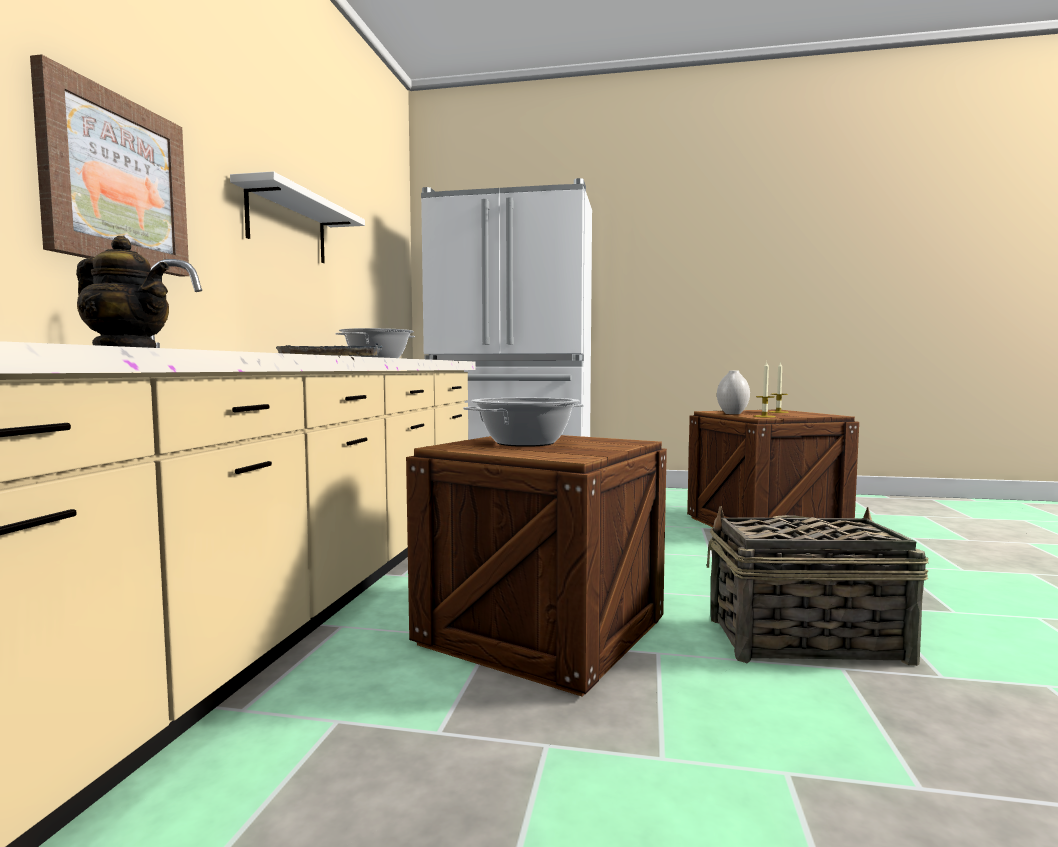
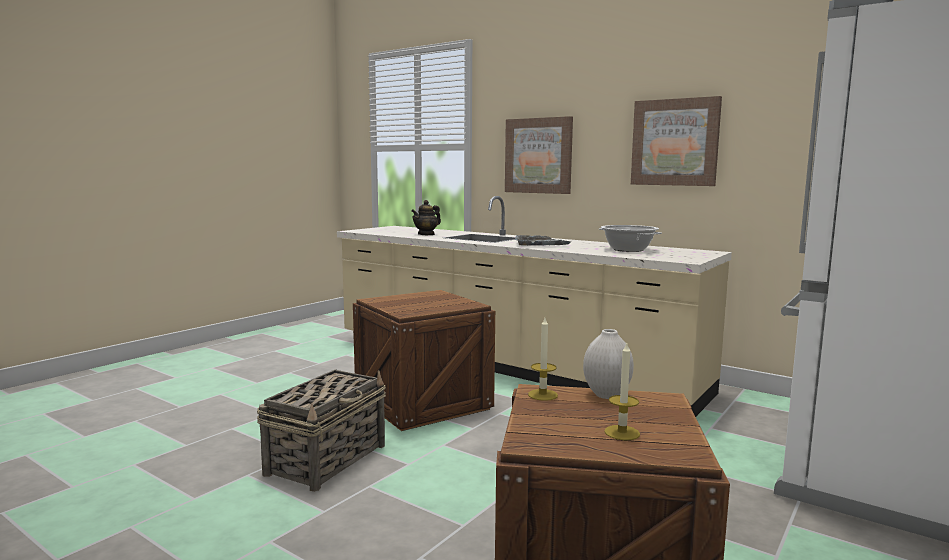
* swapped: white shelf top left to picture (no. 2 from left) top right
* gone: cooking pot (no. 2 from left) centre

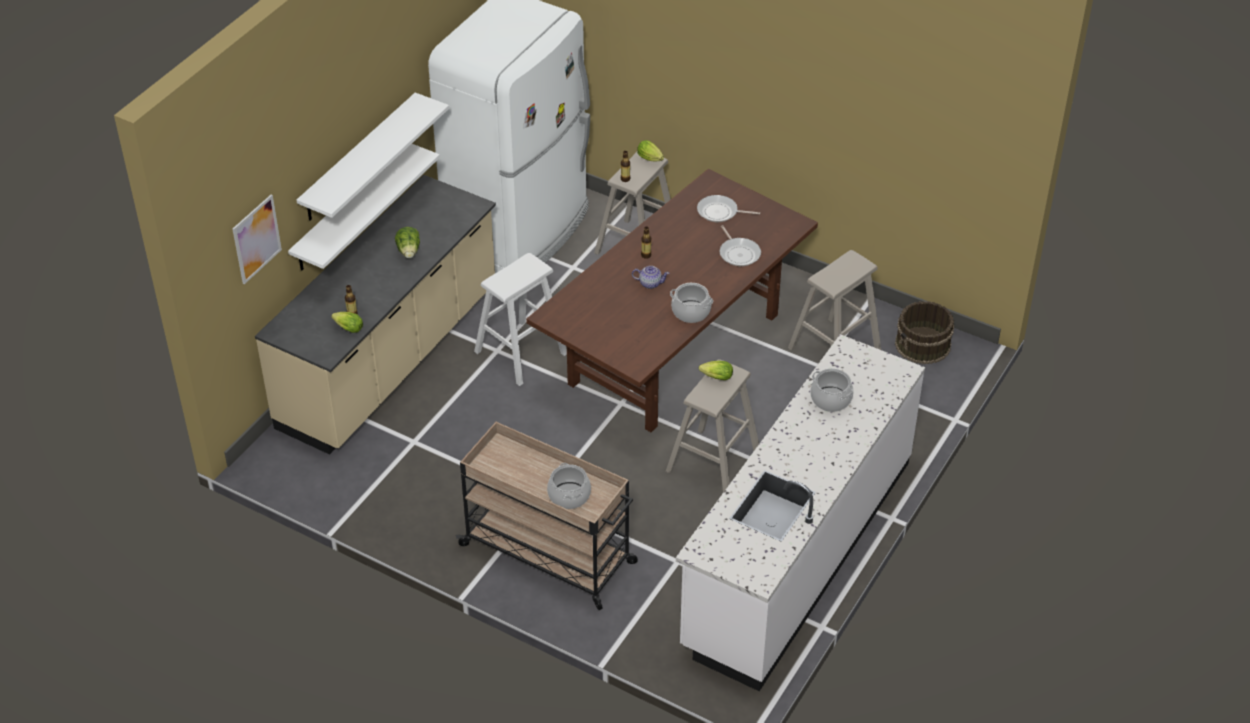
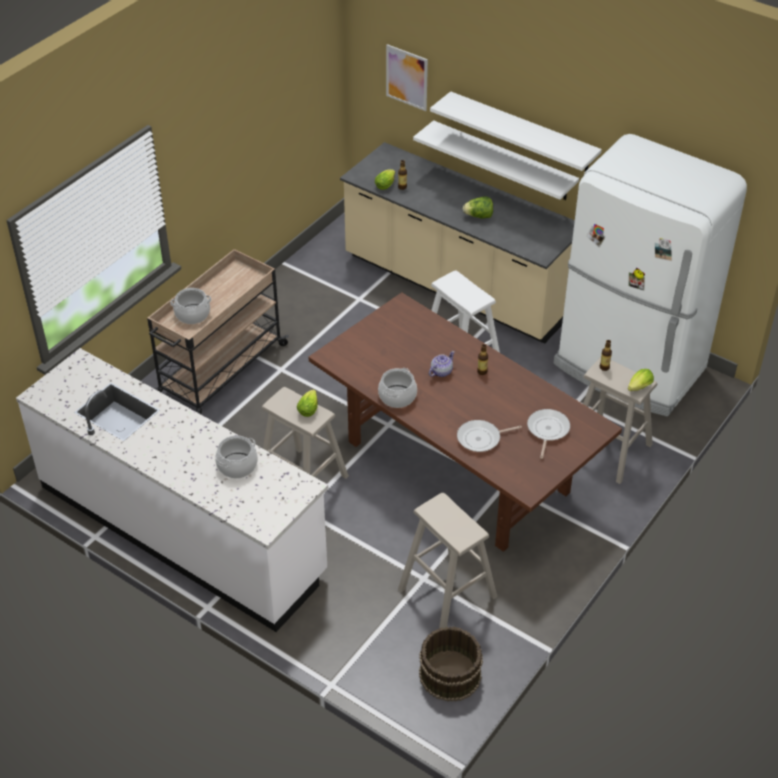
* rotated: teapot centre = centre 150 degrees counterclockwise

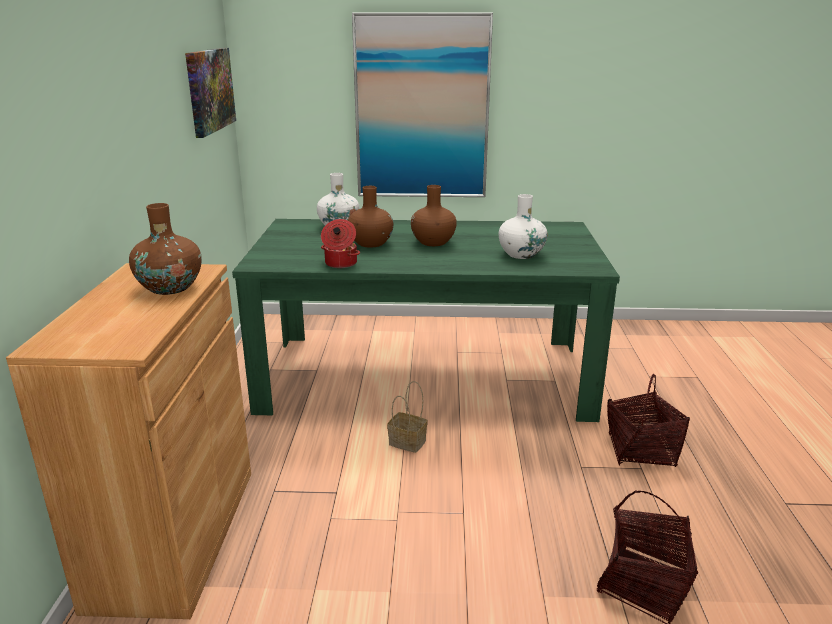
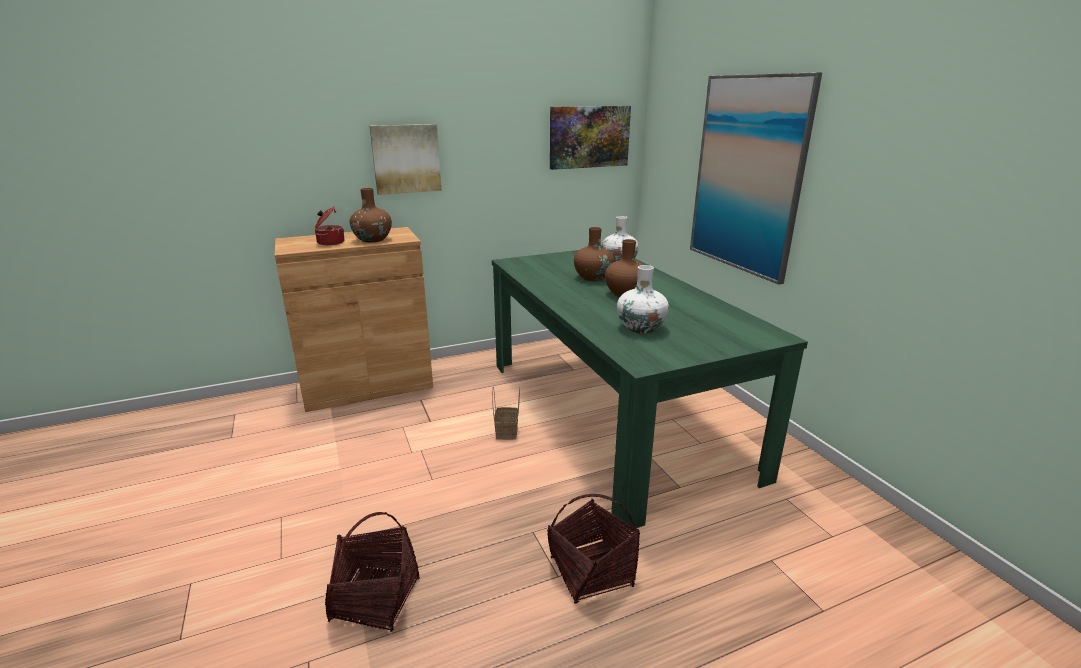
* shifted: cooking pot centre to middle left
* new: picture (no. 1 from left) top centre

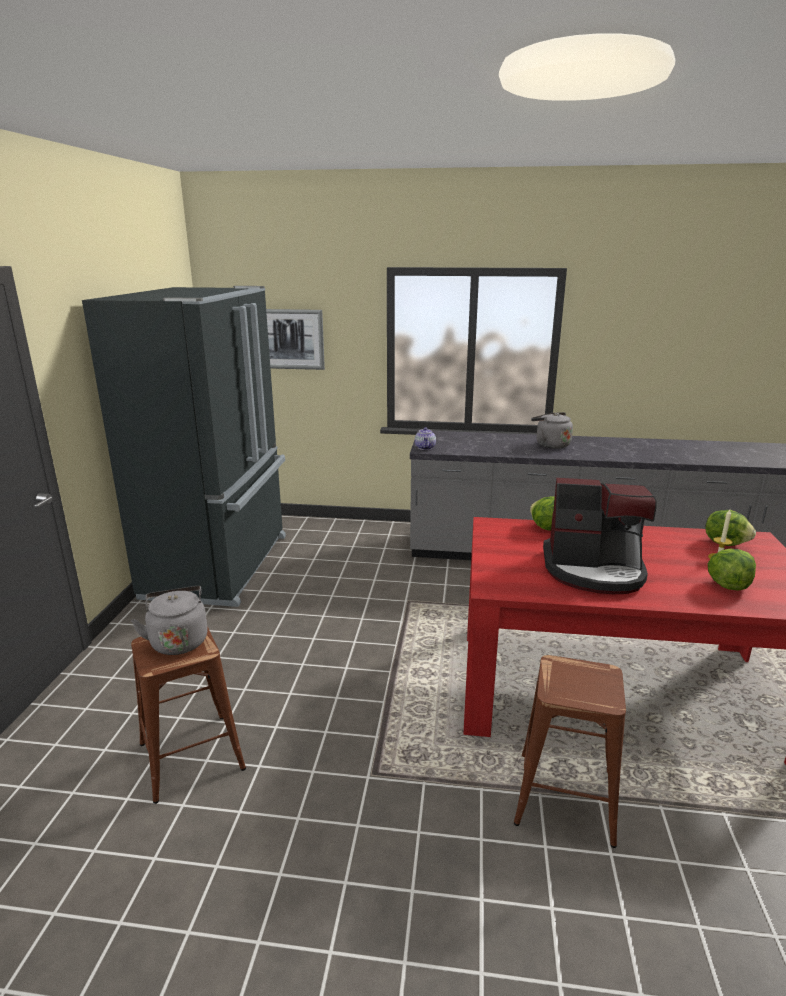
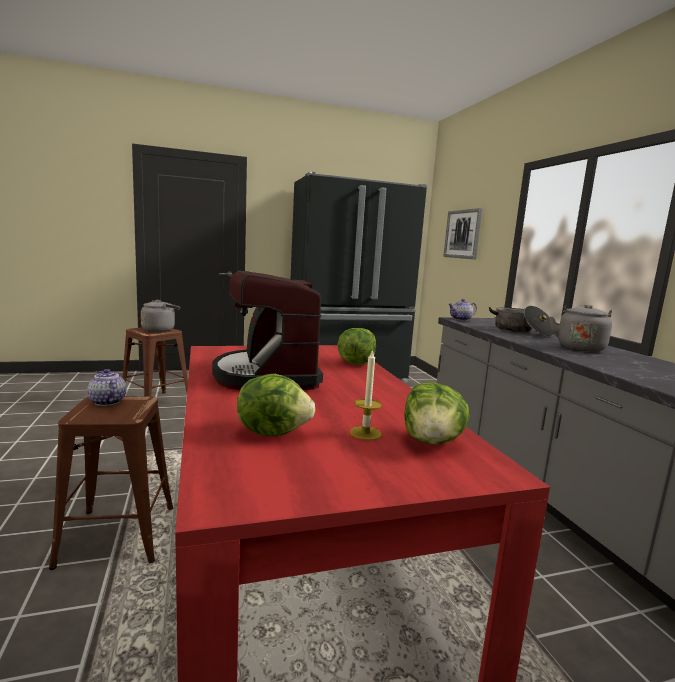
* new: teapot (no. 1 from left) middle left
* new: cooking pot middle right

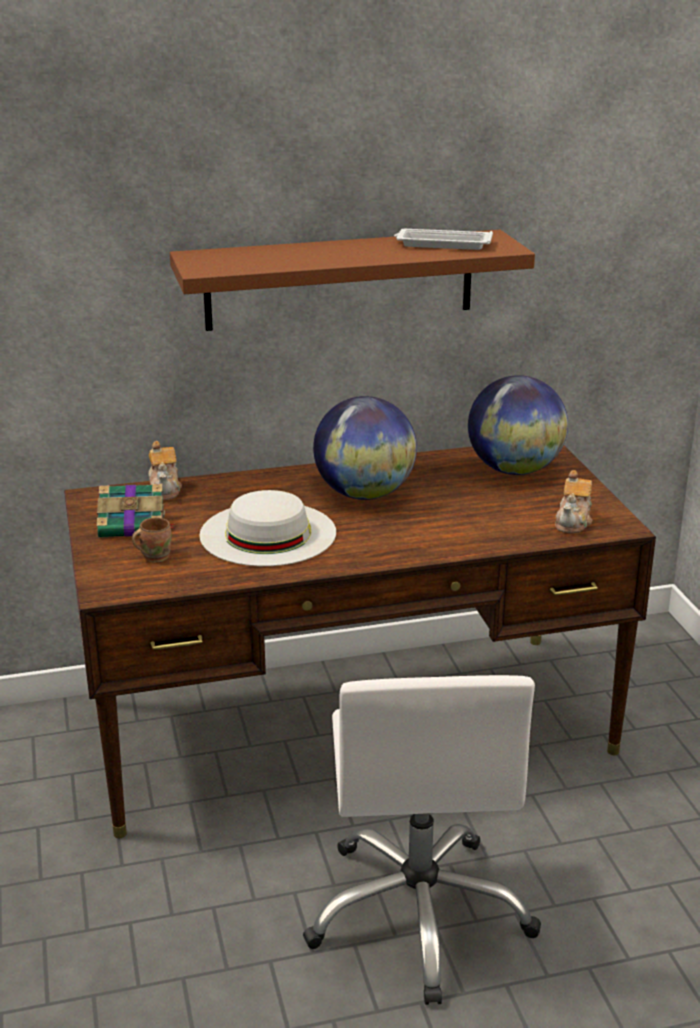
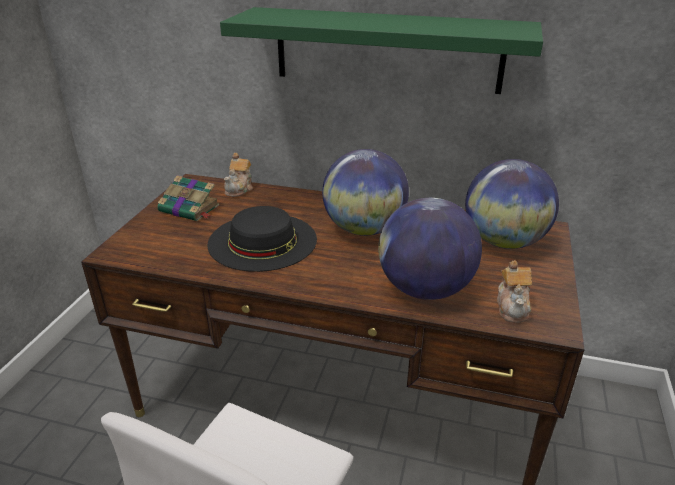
* repainted: white hat centre to black hat centre
* repainted: brown shelf top centre to green shelf top centre
* new: globe (no. 2 from left) centre
* rotated: teapot (no. 2 from left) middle right = middle right 45 degrees counterclockwise
* gone: brown mug middle left
* gone: white tray top centre

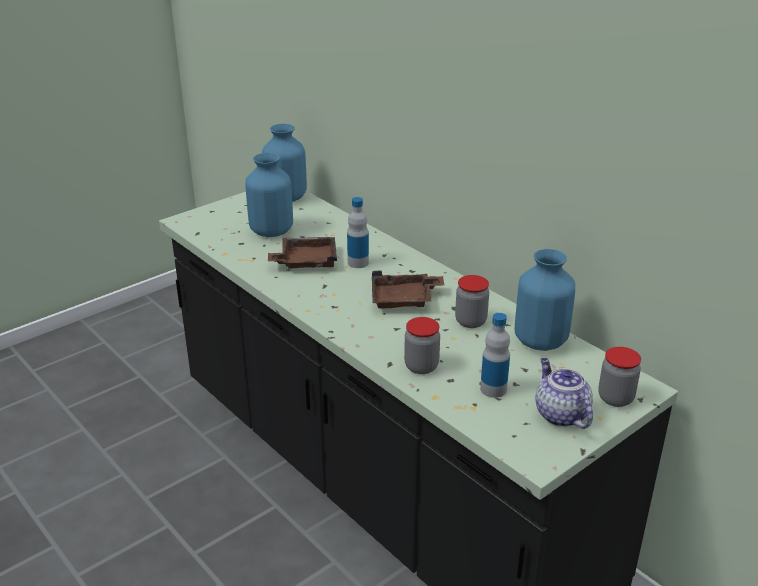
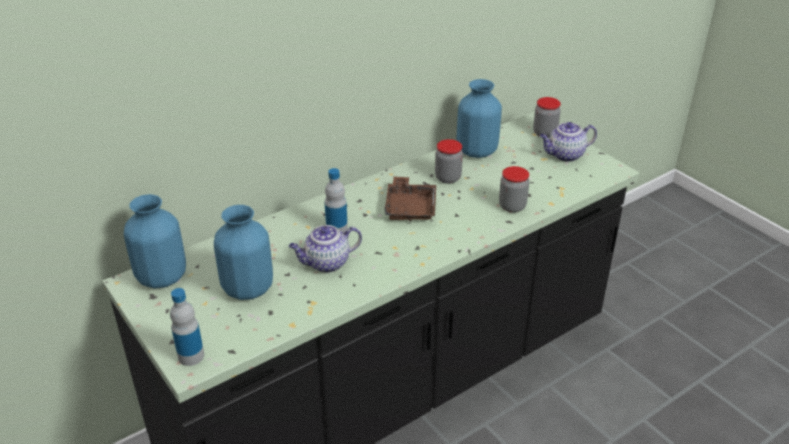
* shifted: bottle (no. 2 from left in the first image) centre to bottle (no. 1 from left) bottom left
* swapped: brown tray (no. 1 from left) centre to teapot (no. 1 from left) centre

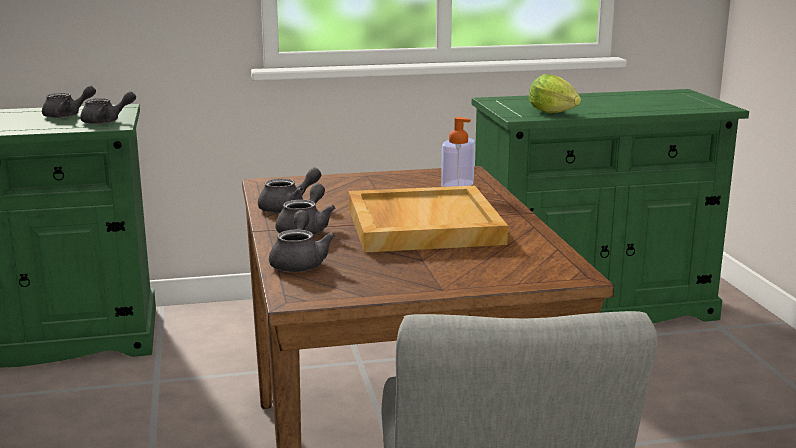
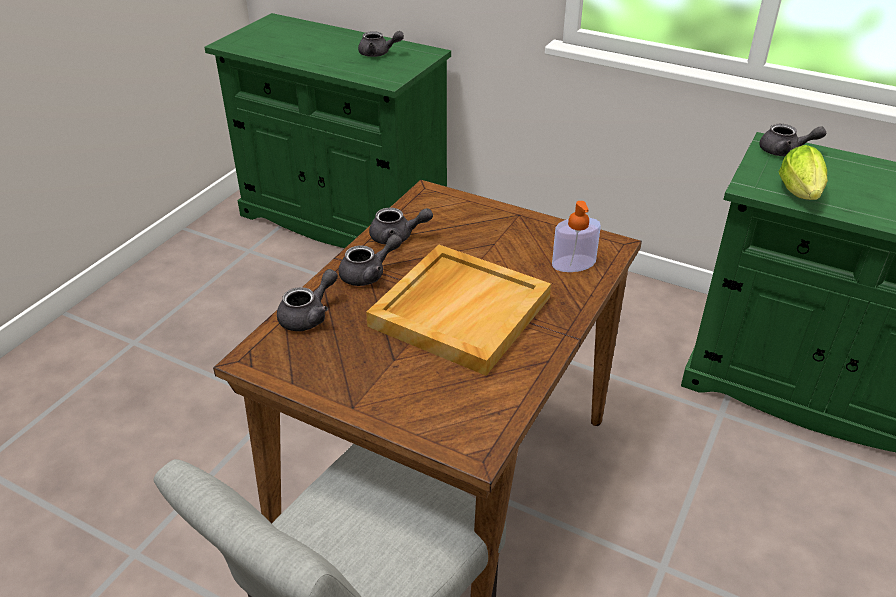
* shifted: grey teapot (no. 2 from left in the first image) top left to grey teapot (no. 5 from left) top right

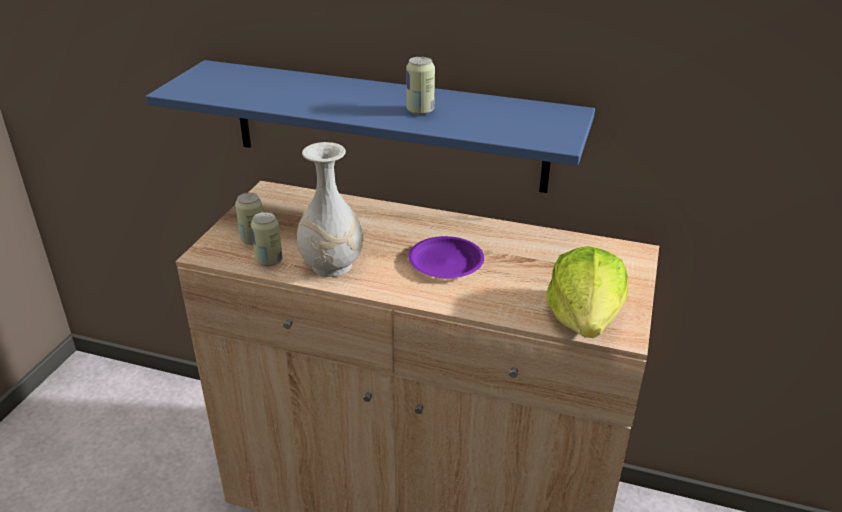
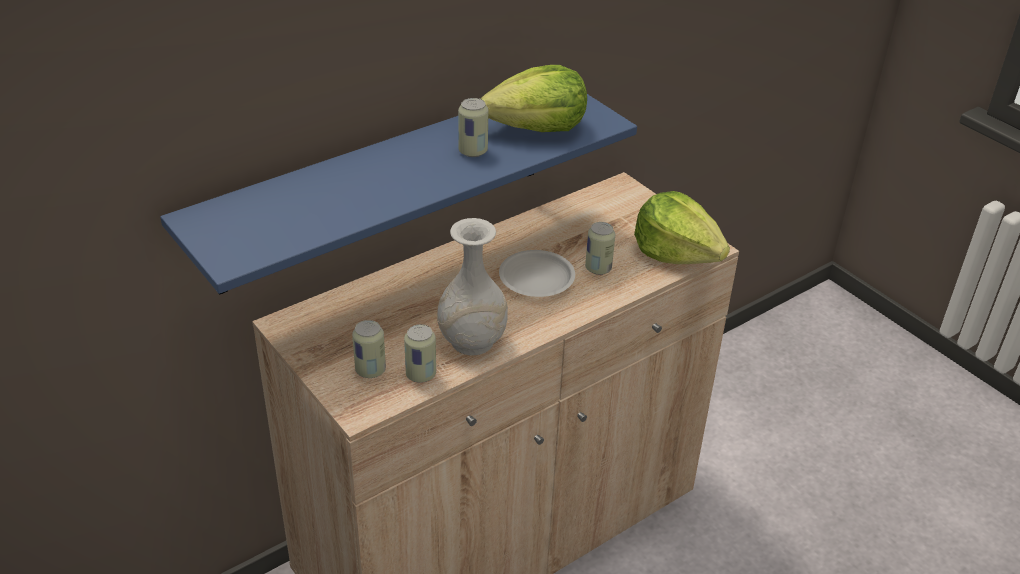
* new: lettuce (no. 1 from left) top centre
* repainted: purple plate centre to white plate centre
* new: can (no. 4 from left) centre

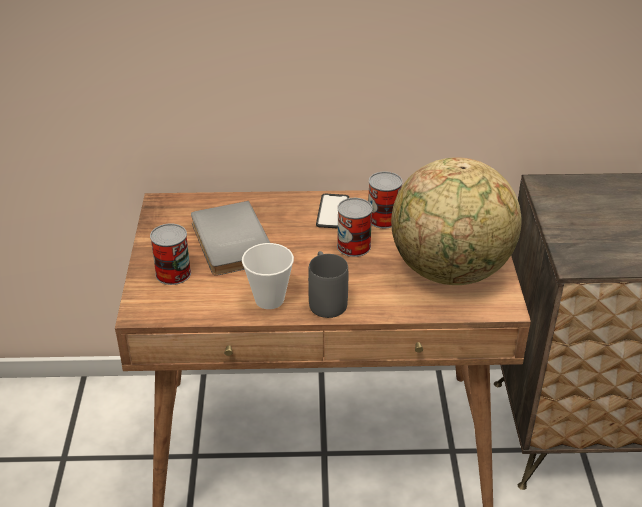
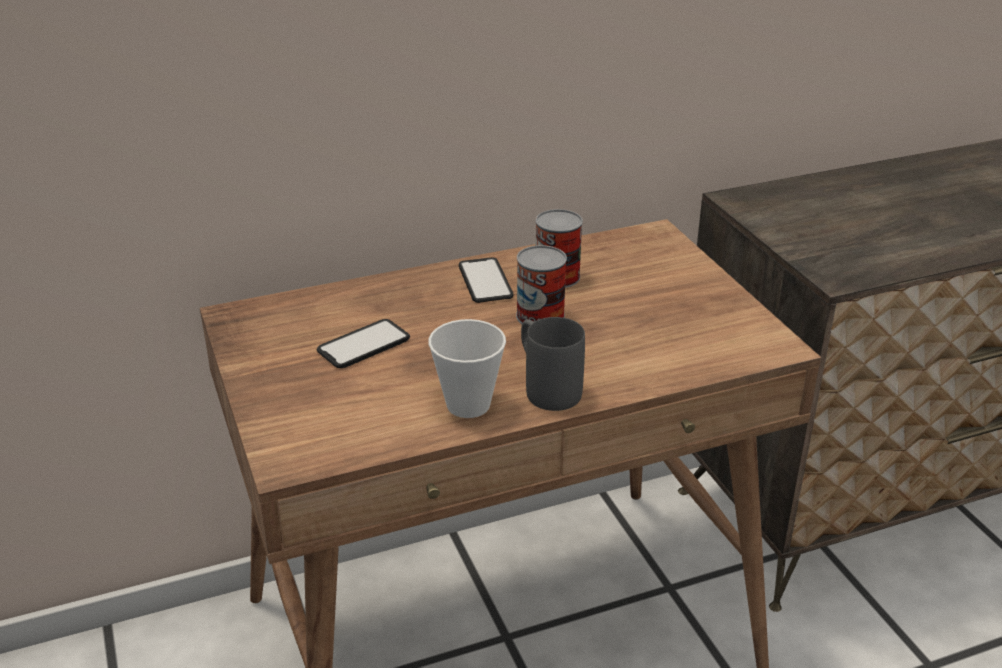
* swapped: grey book centre to phone (no. 1 from left) centre
* gone: can (no. 1 from left) middle left
* gone: globe middle right

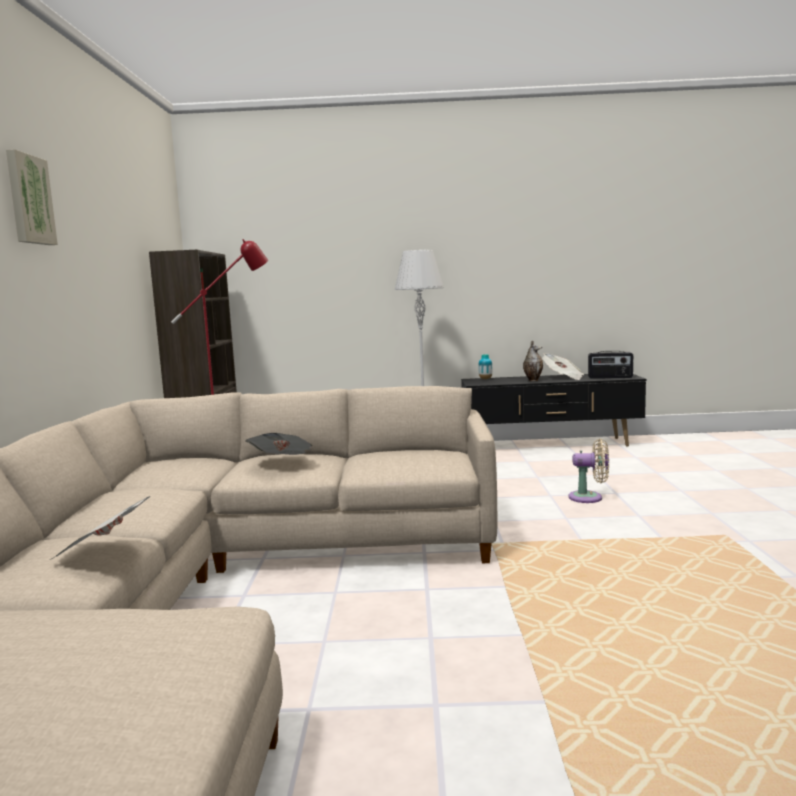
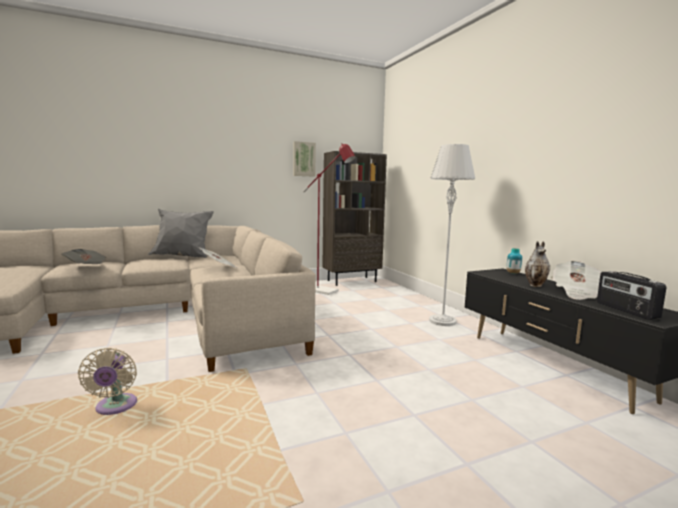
* shifted: beige fan middle right to bottom left
* new: grey pillow middle left
* shifted: picture top left to top centre

